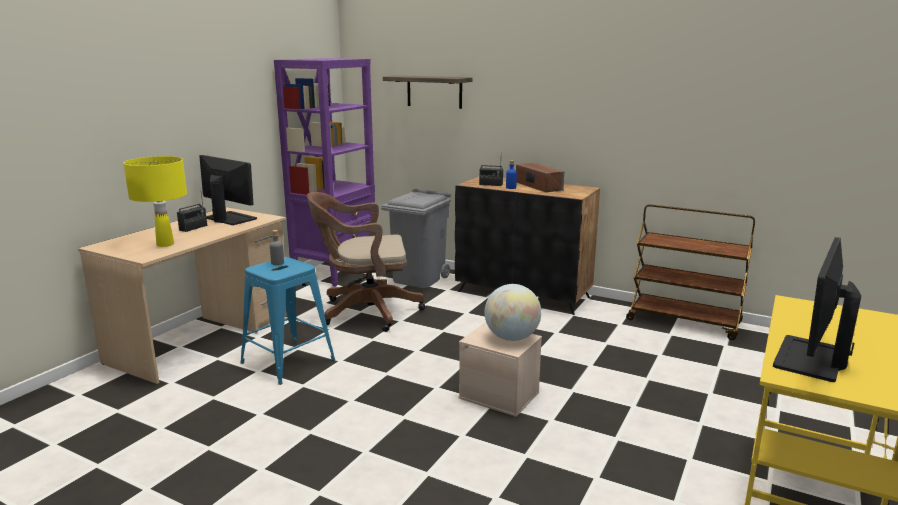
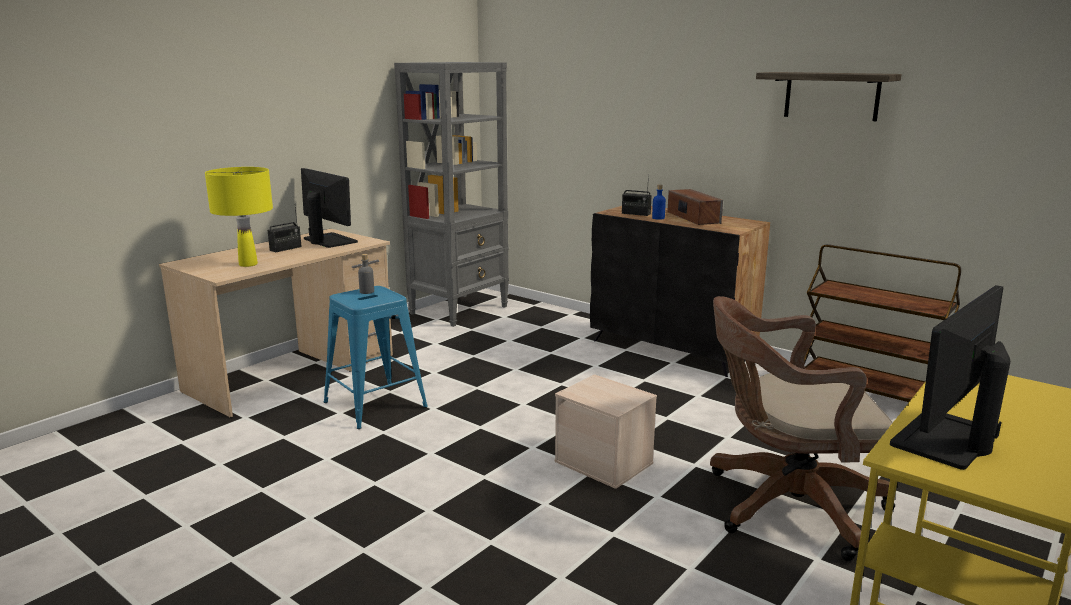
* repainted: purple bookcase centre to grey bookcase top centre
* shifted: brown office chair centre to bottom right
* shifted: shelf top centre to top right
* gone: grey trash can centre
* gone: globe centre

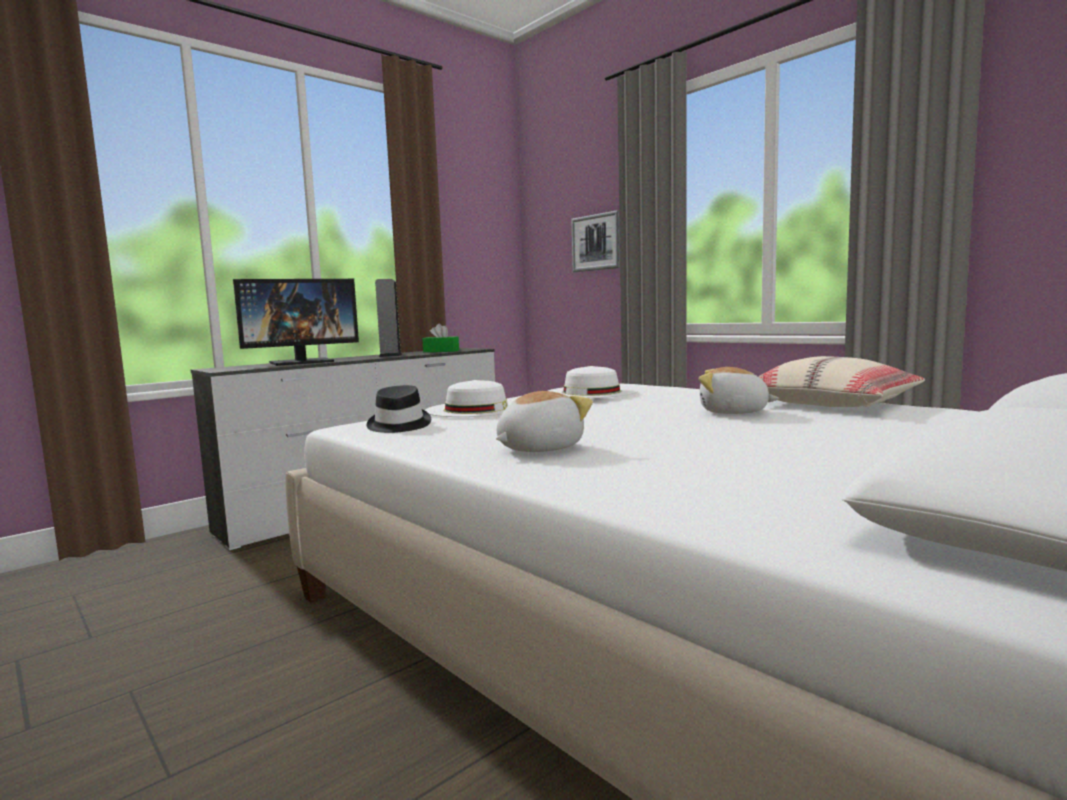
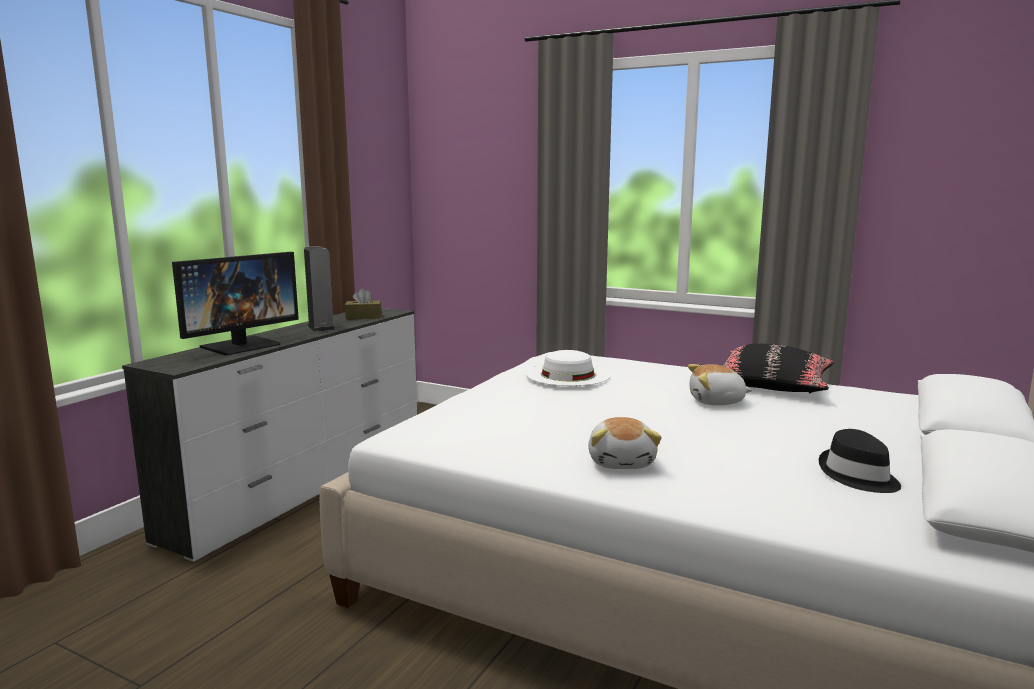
* repainted: green tissue box centre to brown tissue box centre
* rotated: plush toy (no. 1 from left) centre = centre 150 degrees clockwise
* repainted: beige pillow middle right to black pillow middle right
* shifted: black hat centre to bottom right
* gone: white hat (no. 1 from left) centre
* gone: picture top centre

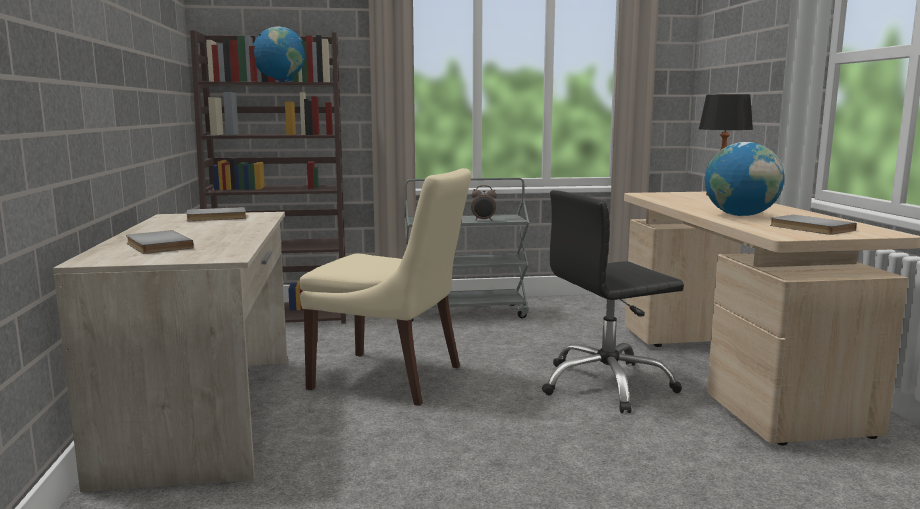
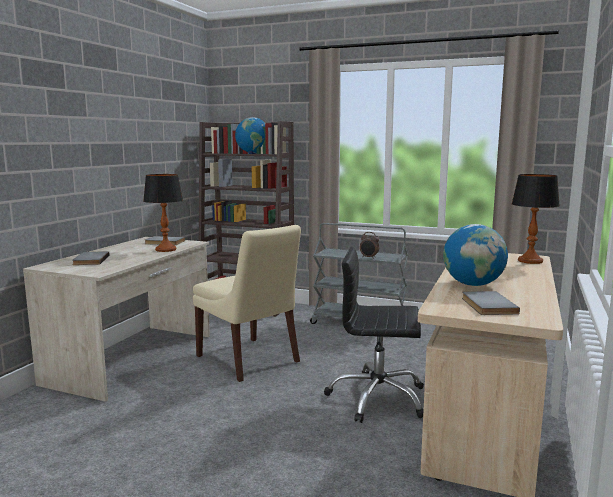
* new: table lamp (no. 1 from left) middle left

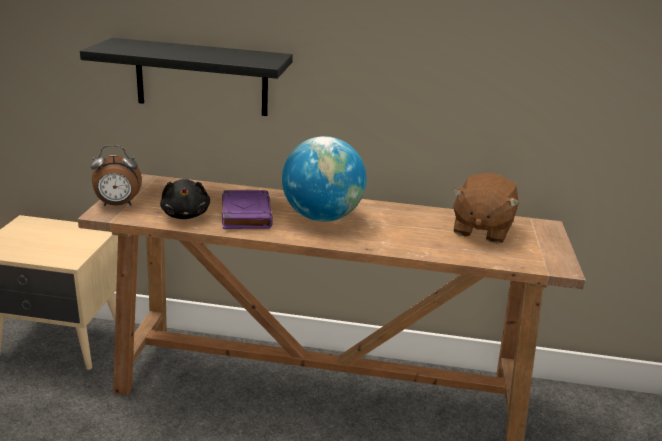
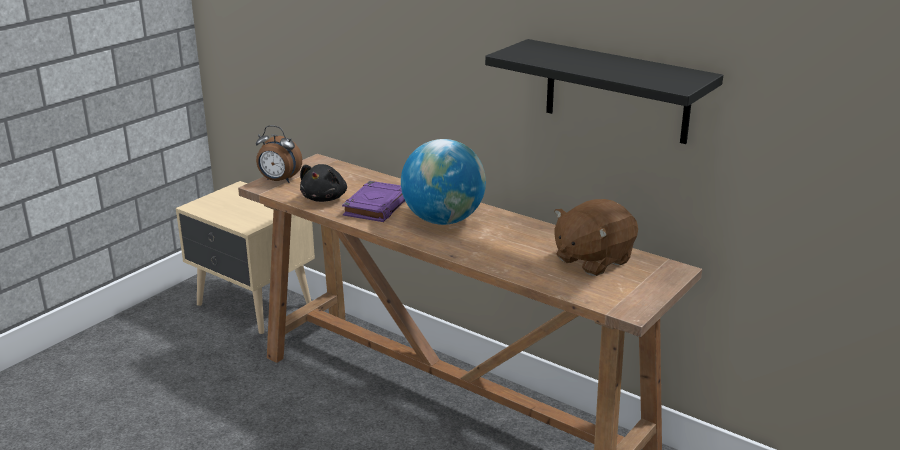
* shifted: black shelf top left to top right

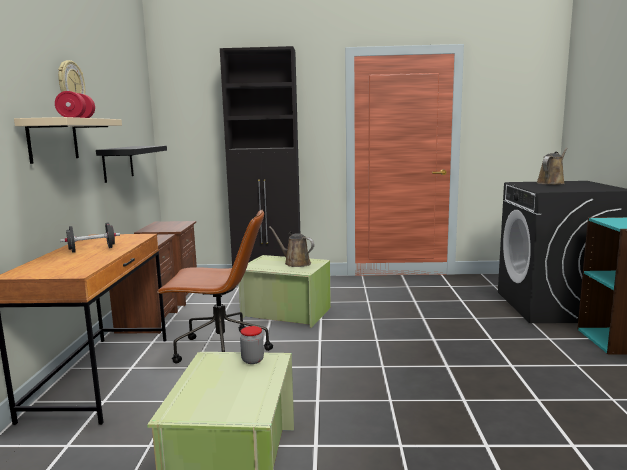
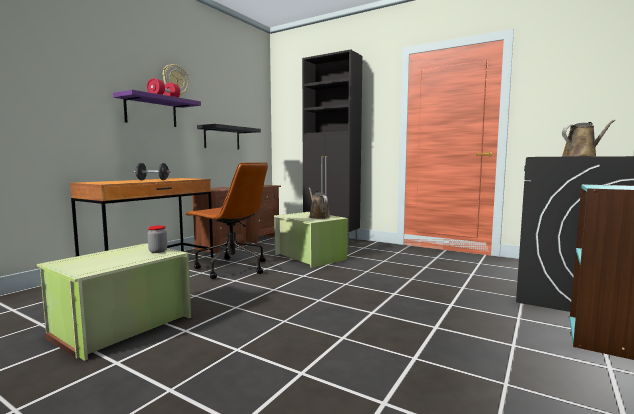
* repainted: beige shelf top left to purple shelf top left

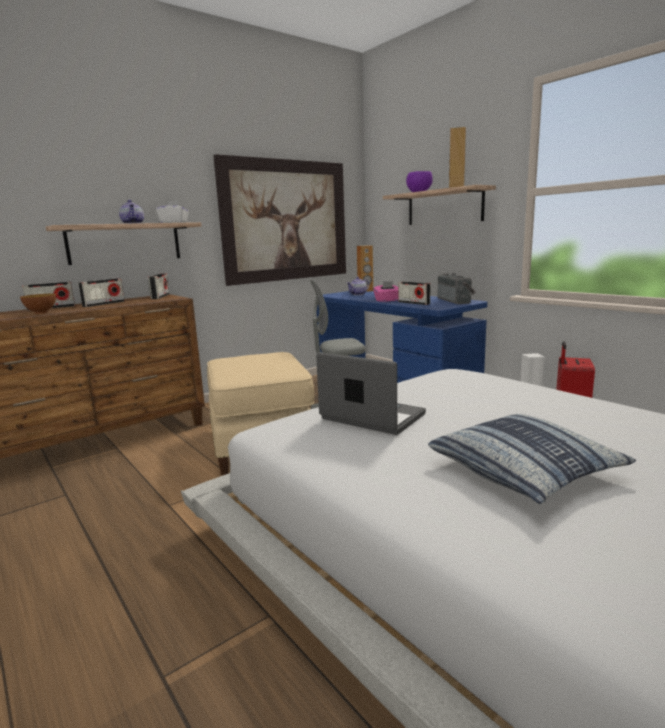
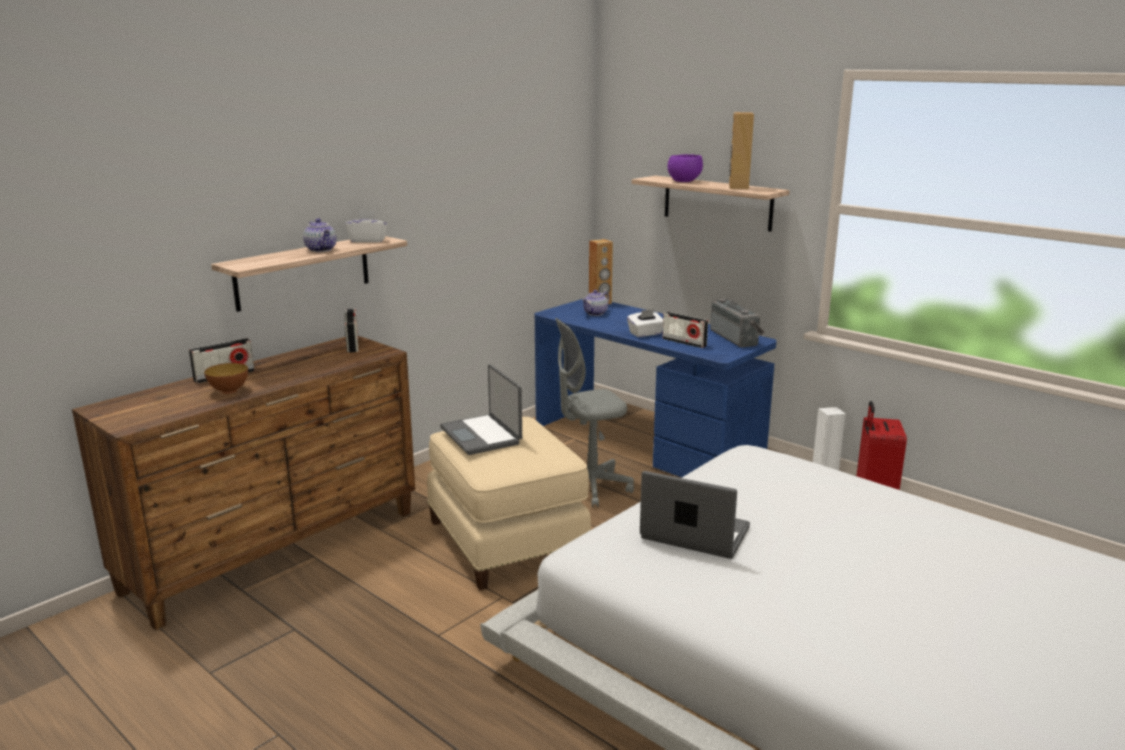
* new: laptop (no. 1 from left) centre
* repainted: pink tissue box centre to white tissue box (no. 2 from left) centre
* gone: radio (no. 2 from left) middle left
* gone: picture top centre
* gone: pillow middle right

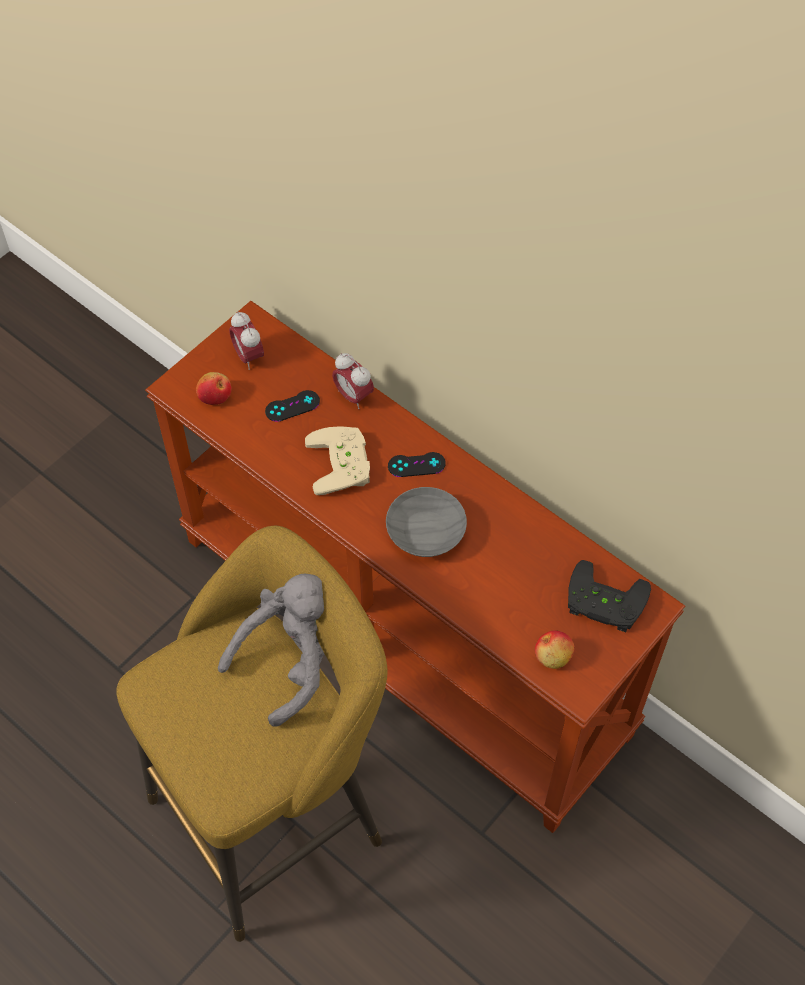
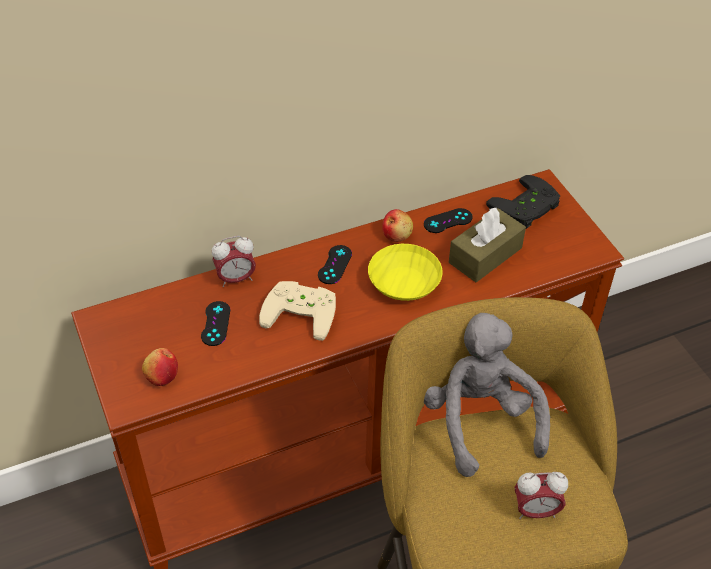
* repainted: grey bowl centre to yellow bowl centre
* shifted: apple (no. 2 from left) middle right to centre
* new: black game controller (no. 3 from left) centre
* new: brown tissue box middle right
* shifted: alarm clock (no. 1 from left in the first image) middle left to alarm clock (no. 2 from left) bottom right

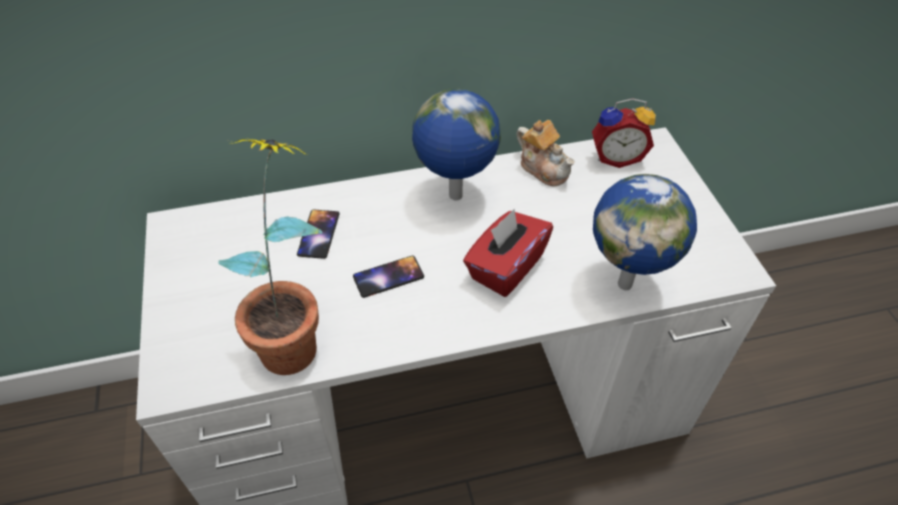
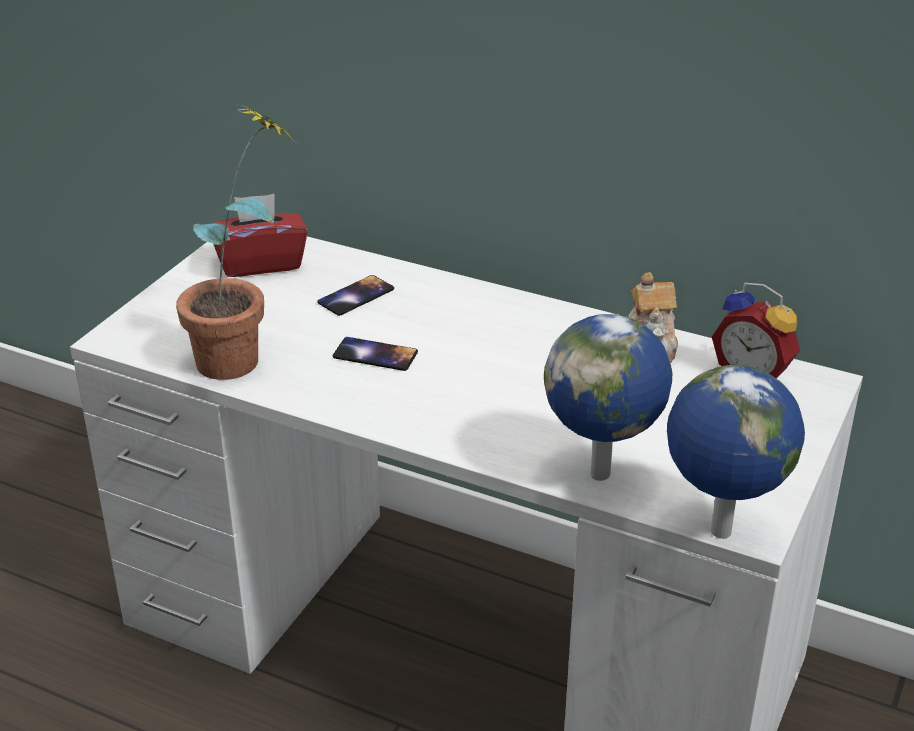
* shifted: red tissue box centre to top left
* shifted: globe (no. 1 from left in the first image) top centre to globe (no. 2 from left) middle right

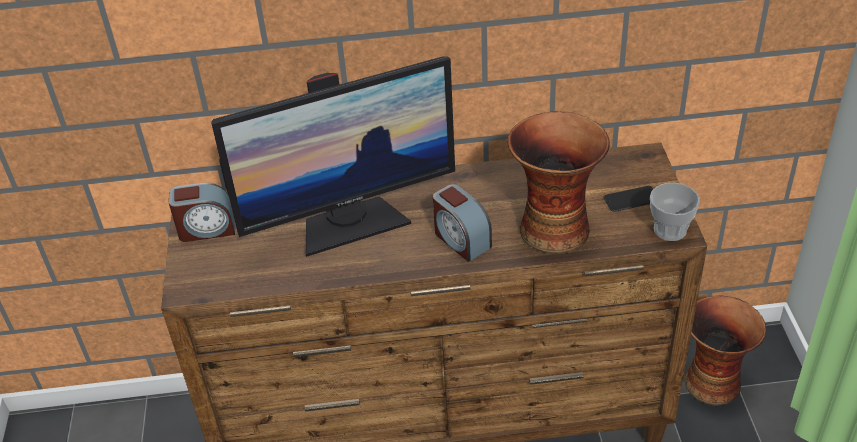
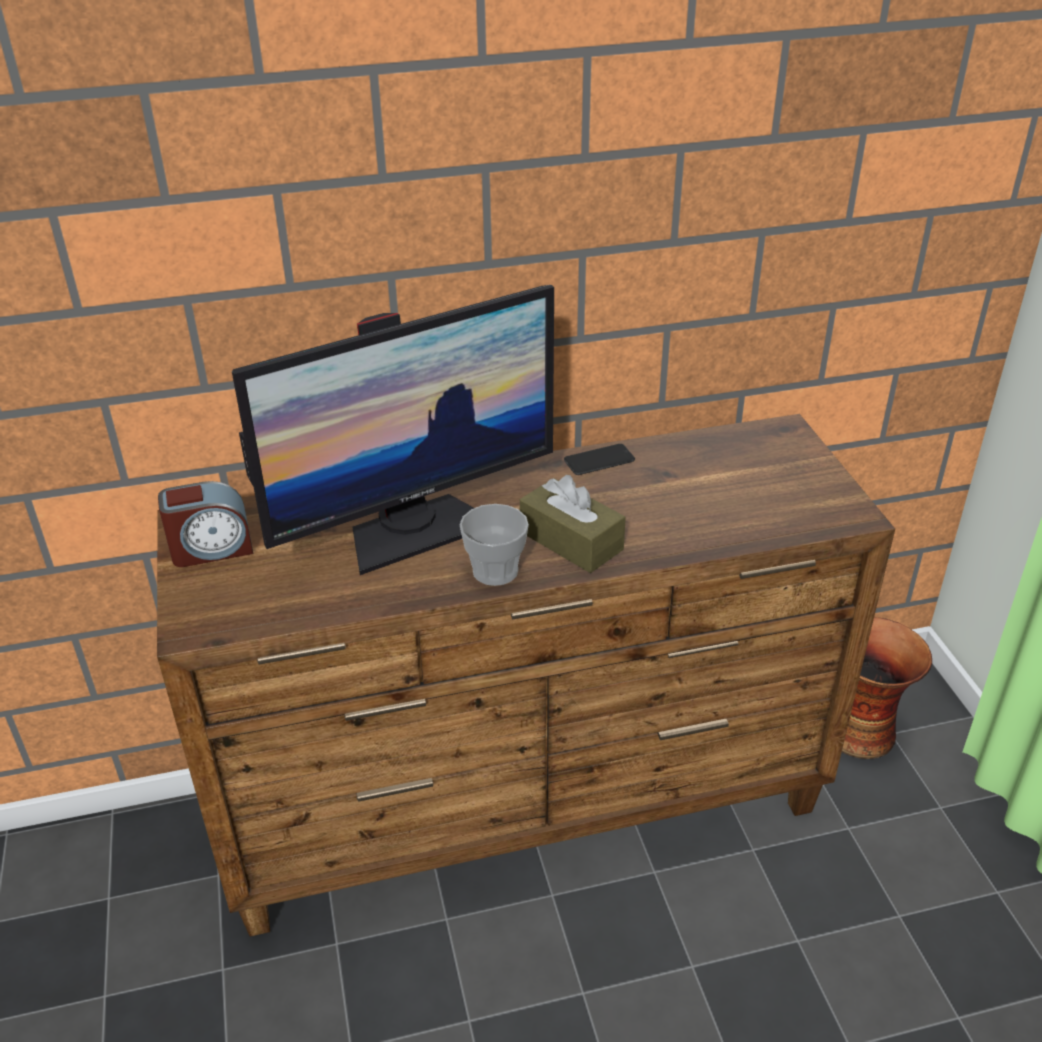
* shifted: cup middle right to centre
* swapped: alarm clock (no. 2 from left) centre to brown tissue box centre
* shifted: phone middle right to centre
* gone: vase (no. 1 from left) centre

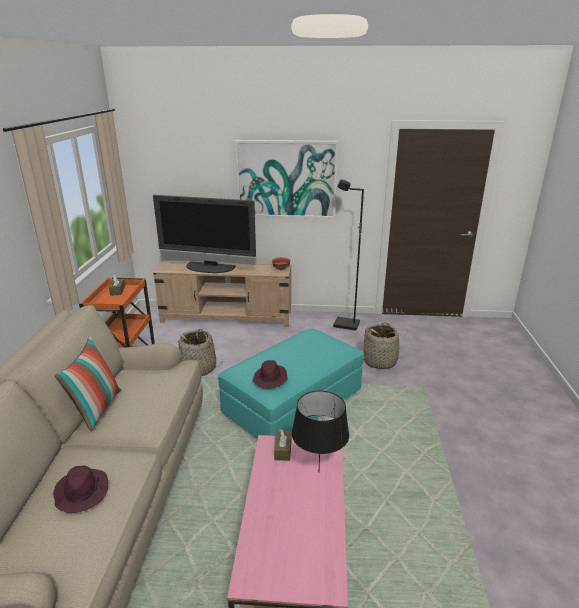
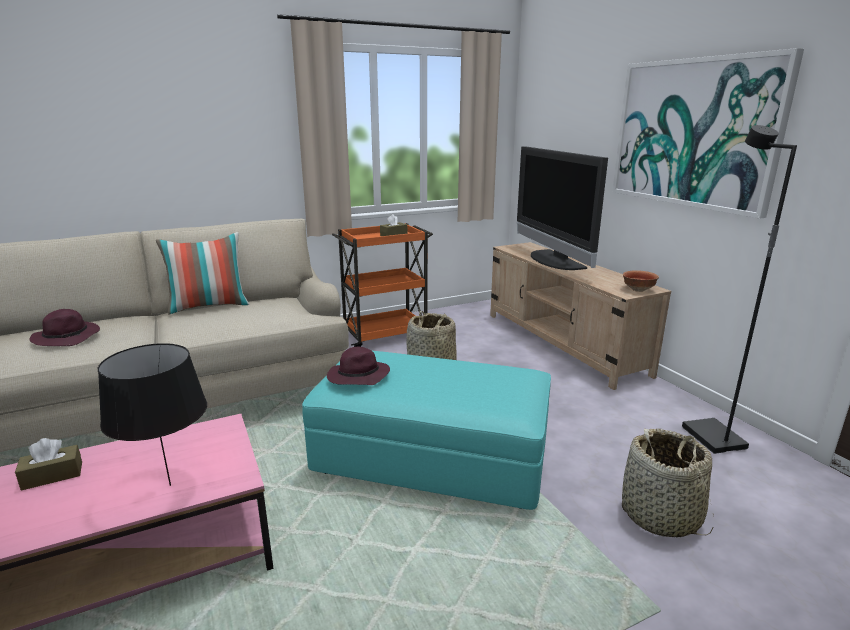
* shifted: brown tissue box (no. 2 from left in the first image) bottom centre to brown tissue box (no. 1 from left) bottom left

